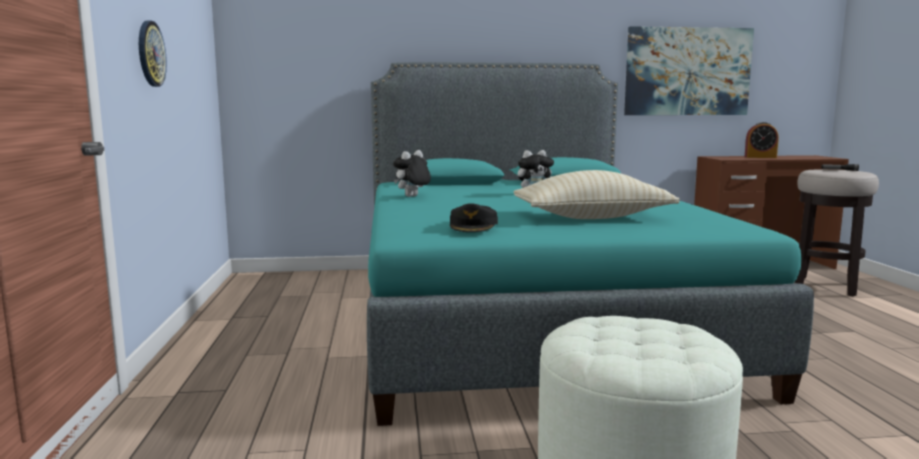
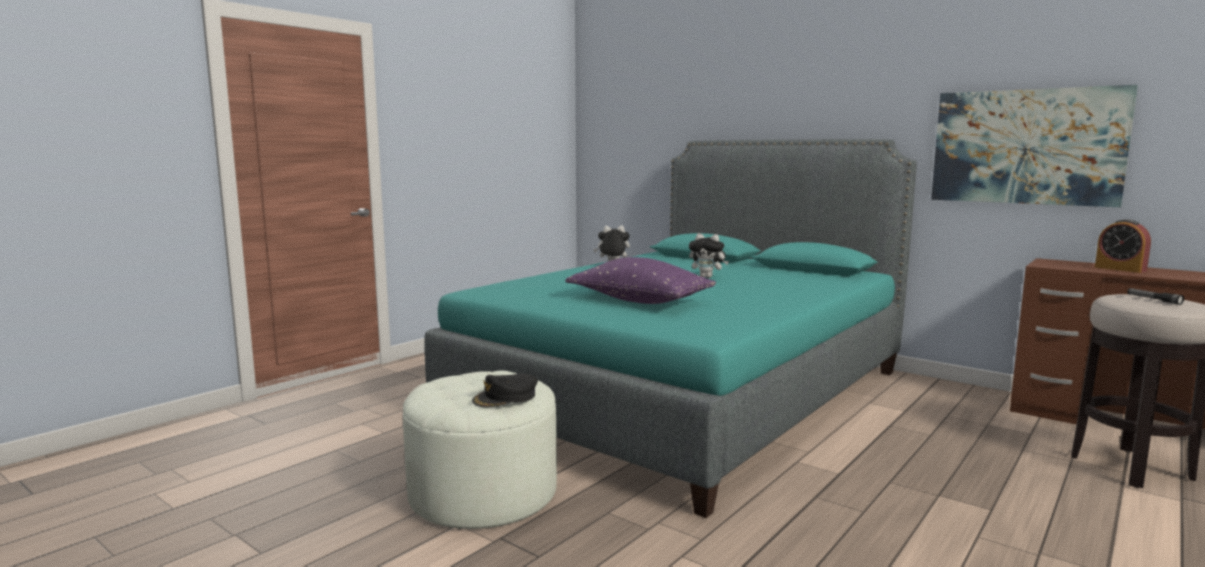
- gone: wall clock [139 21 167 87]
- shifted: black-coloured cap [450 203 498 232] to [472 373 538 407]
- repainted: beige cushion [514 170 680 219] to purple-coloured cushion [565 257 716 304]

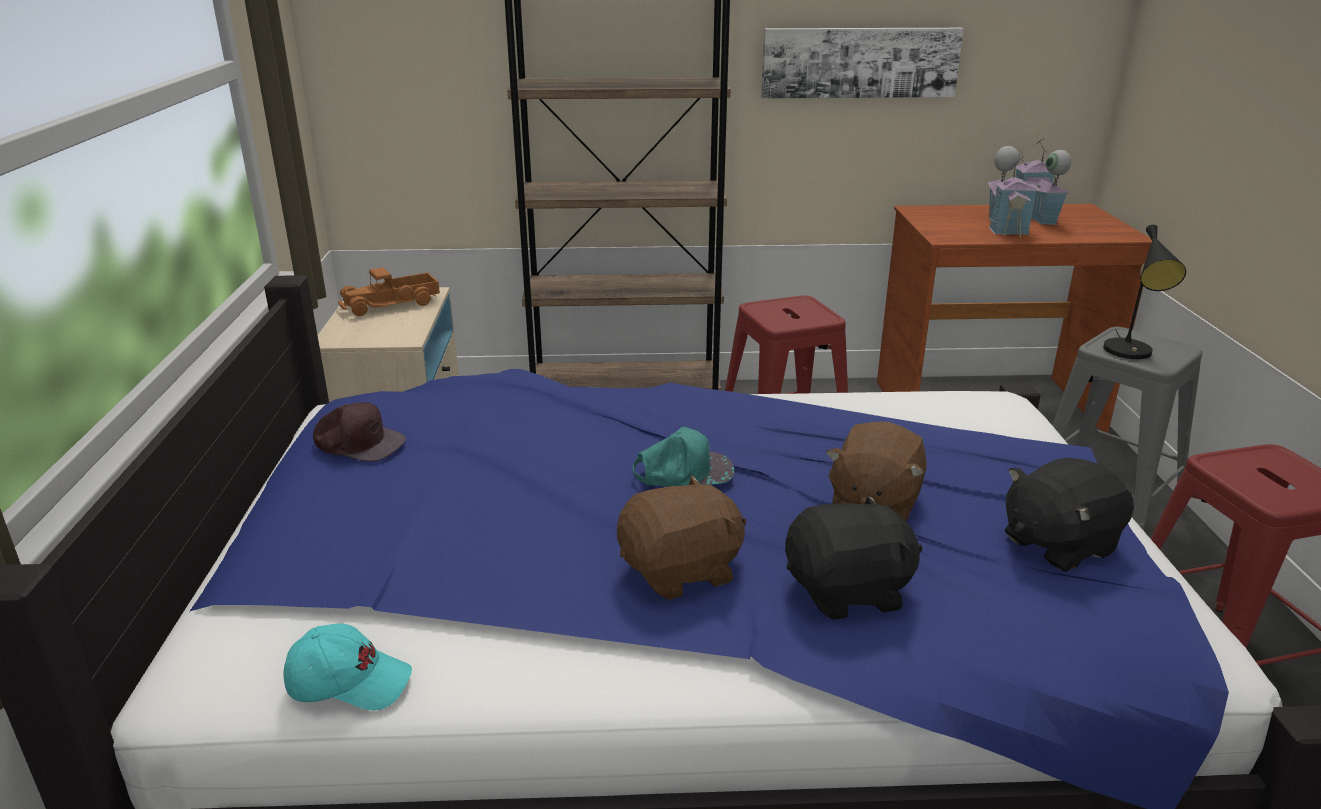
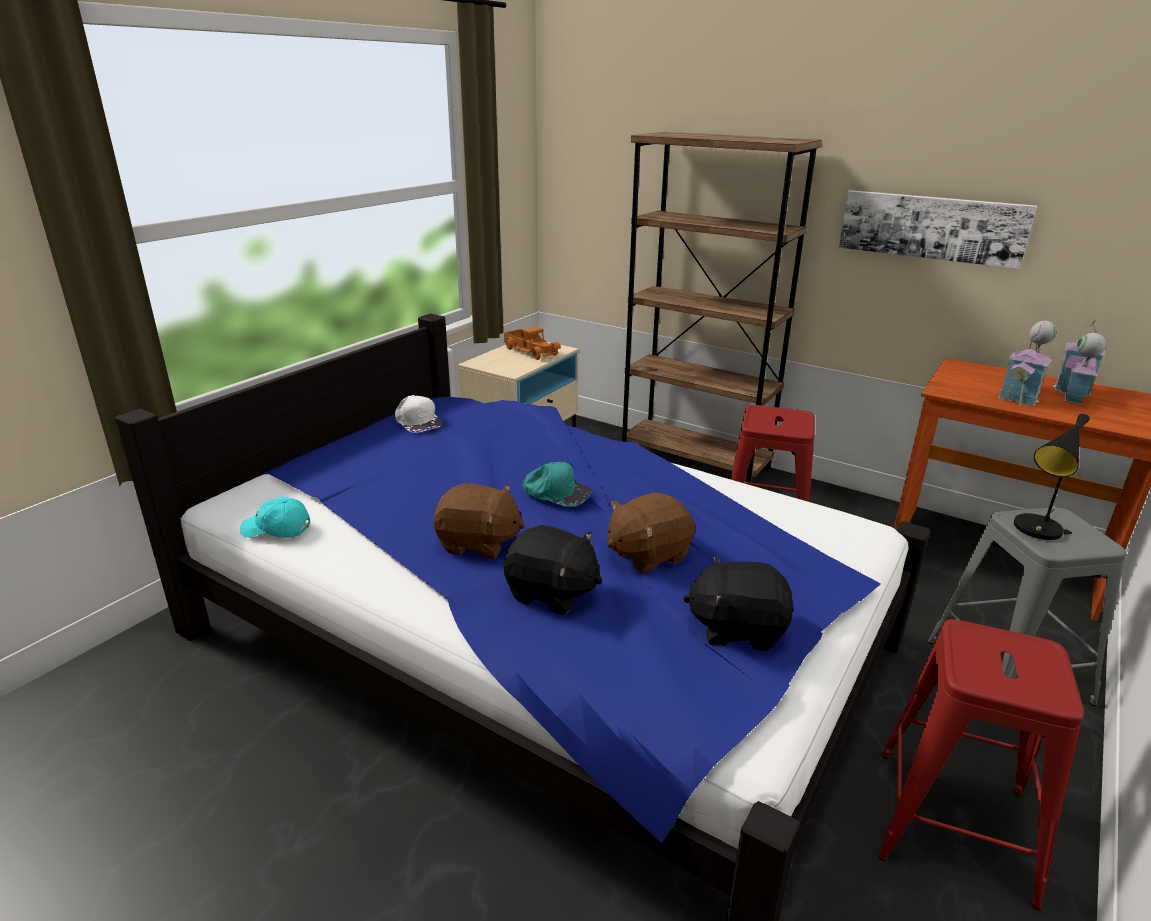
- rotated: turquoise-coloured cap [283 624 412 711] = [240 496 310 538] 150 degrees clockwise
- repainted: brownish cap [313 402 406 462] to white cap [395 395 442 433]
- rotated: toy lorry [338 267 440 316] = [503 327 561 360] 135 degrees counterclockwise

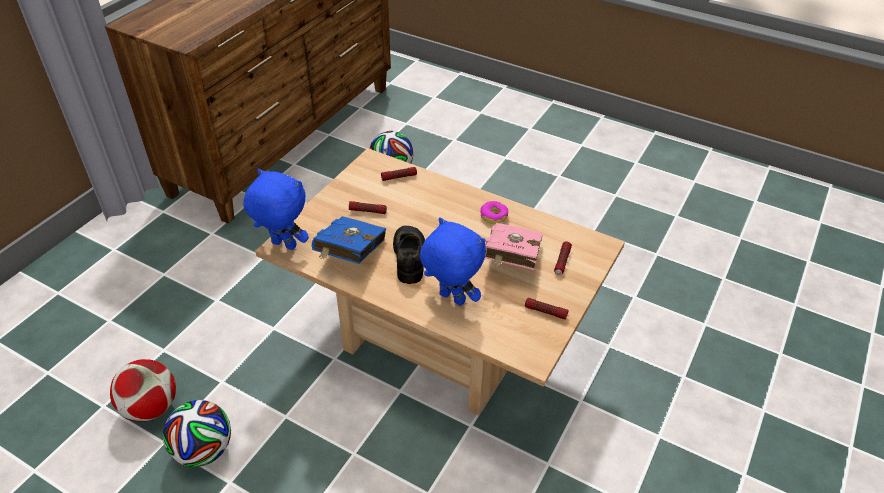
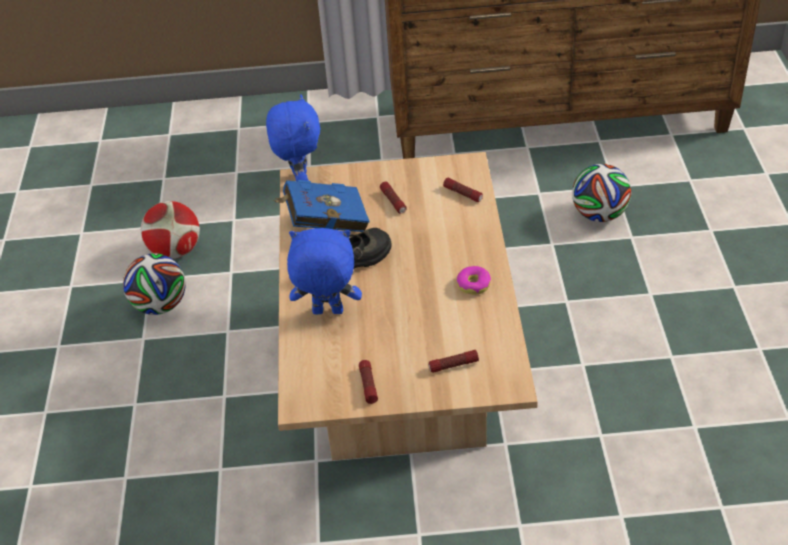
- rotated: bluish cuddly toy [420 217 486 306] = [287 228 362 315] 90 degrees counterclockwise
- gone: pink bound book [485 223 543 270]

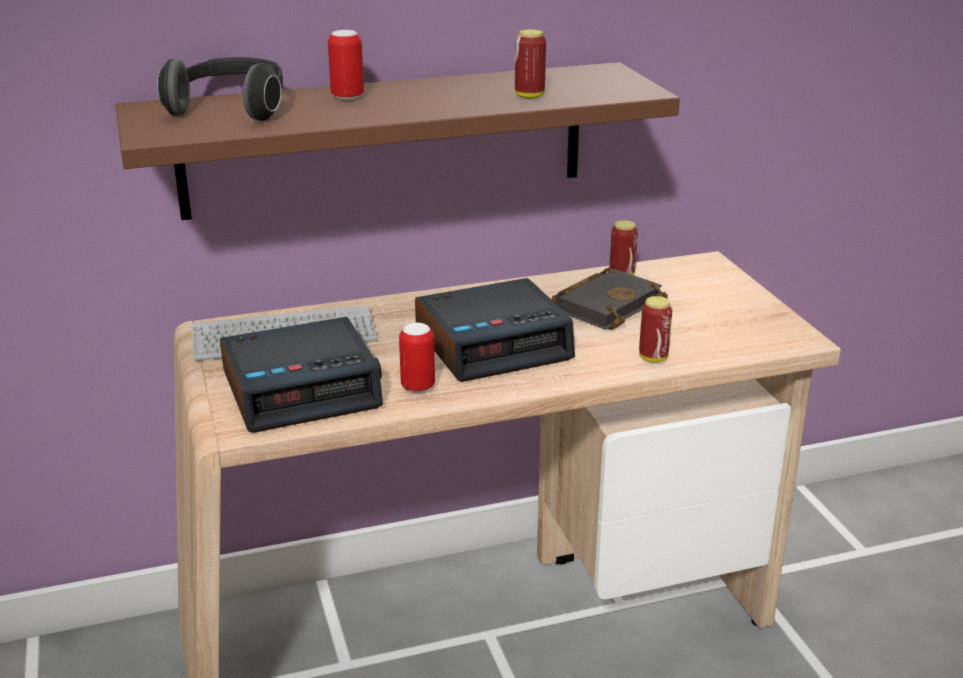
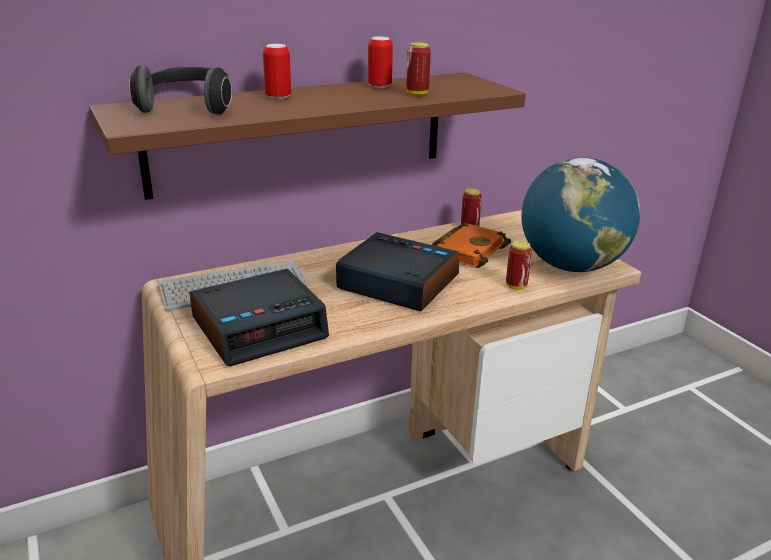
- shifted: can [399 323 435 393] to [368 36 393 88]
- rotated: alarm clock [415 278 575 382] = [336 232 459 311] 120 degrees counterclockwise
- repainted: black-coloured bound book [551 267 668 330] to orangey bound book [432 222 511 268]
- new: world globe [521 157 640 272]

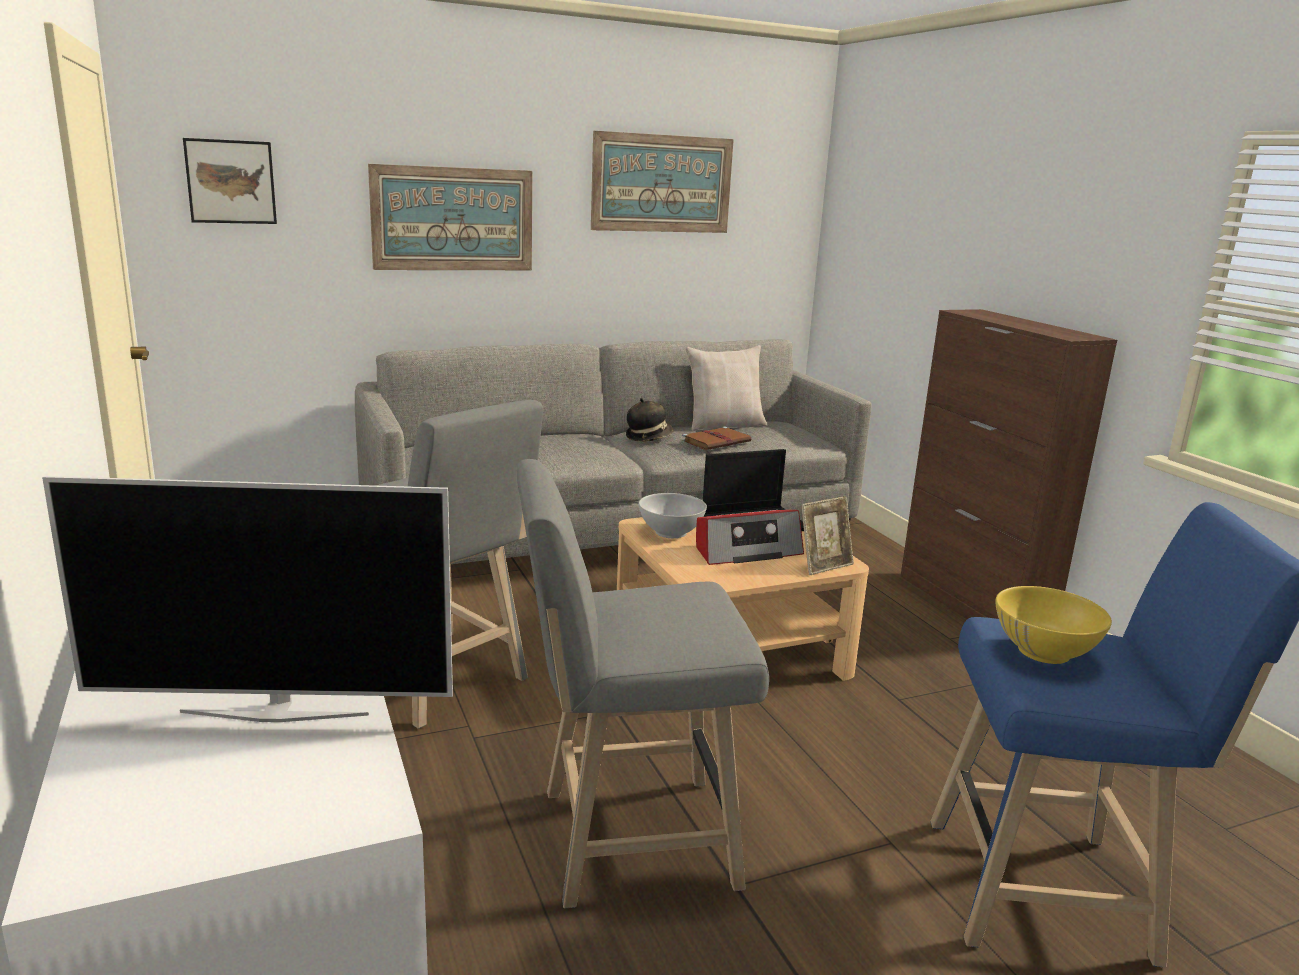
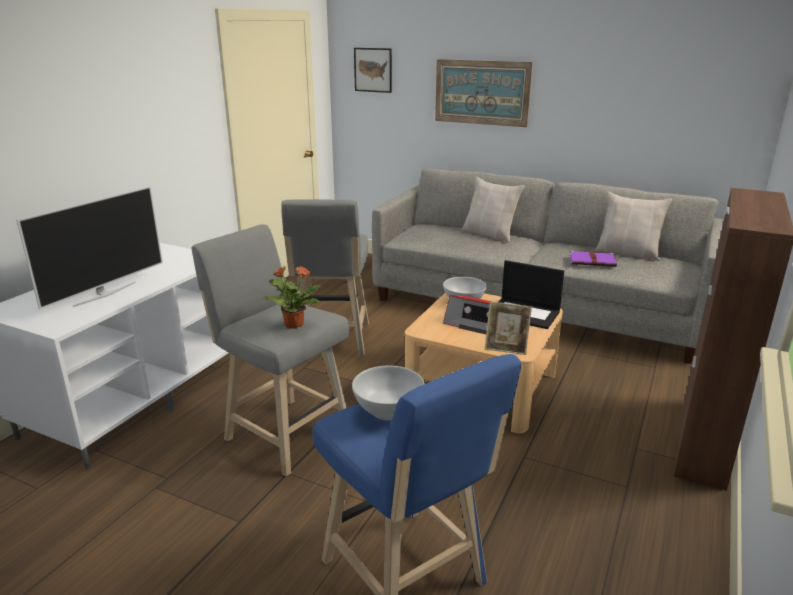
- rotated: TV set [42 476 453 722] = [16 186 163 309] 105 degrees counterclockwise
- gone: wall picture [591 131 734 233]
- gone: hat [626 398 674 442]
- repainted: brownish bound book [682 427 751 450] to purple-coloured bound book [570 251 617 267]
- repainted: yellow-coloured bowl [996 586 1112 664] to white bowl [352 366 425 420]
- new: potted plant [263 266 321 329]
- new: beige cushion [462 177 525 242]

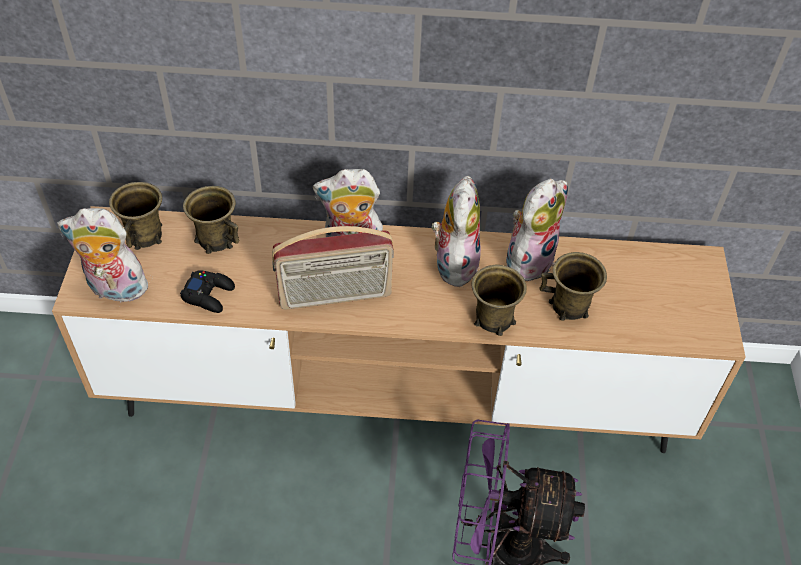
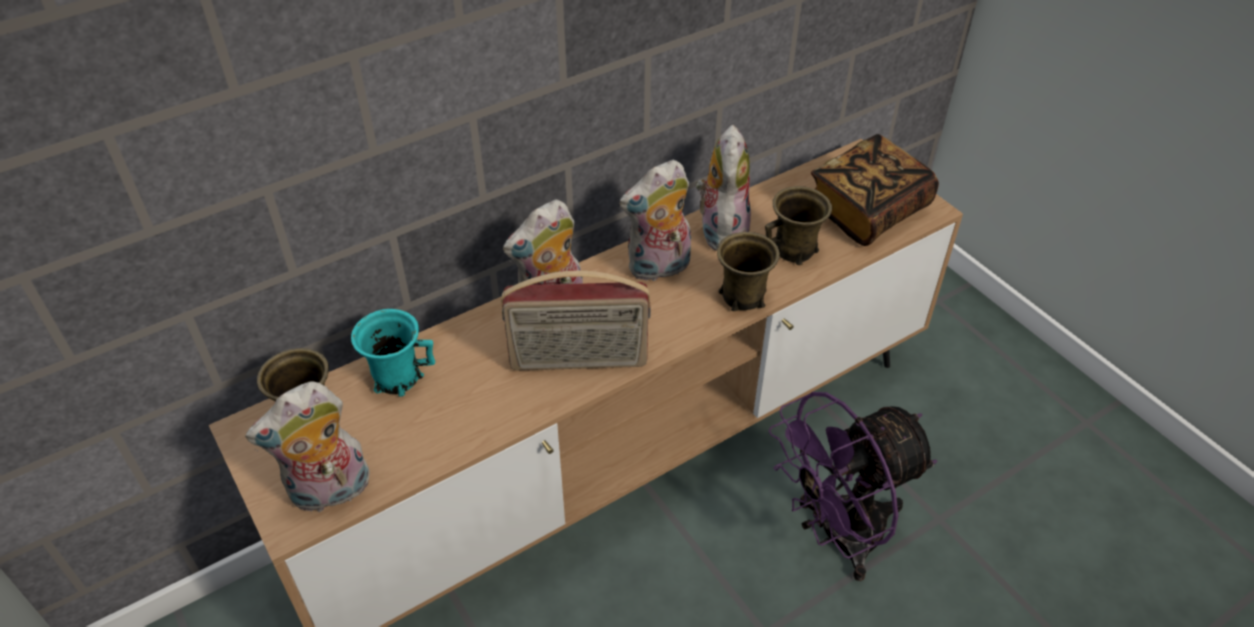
- gone: black-coloured joypad [180 270 235 313]
- repainted: brownish tea mug [183 186 239 254] to turquoise-coloured tea mug [351 309 435 397]
- rotated: radio [272 226 394 310] = [501 271 651 370] 45 degrees clockwise
- rotated: cuddly toy [432 176 481 287] = [619 160 691 282] 90 degrees counterclockwise
- new: bound book [811 134 939 246]

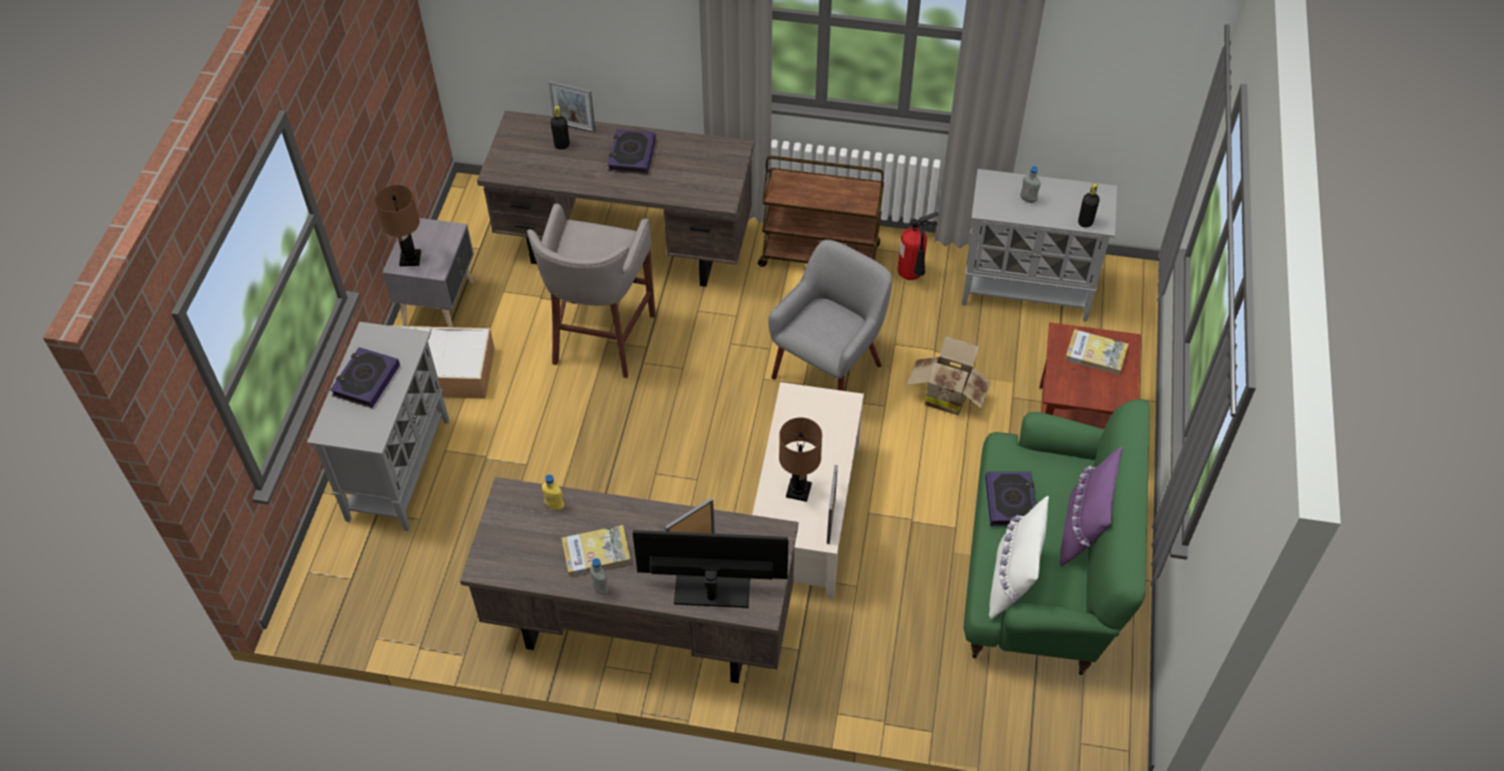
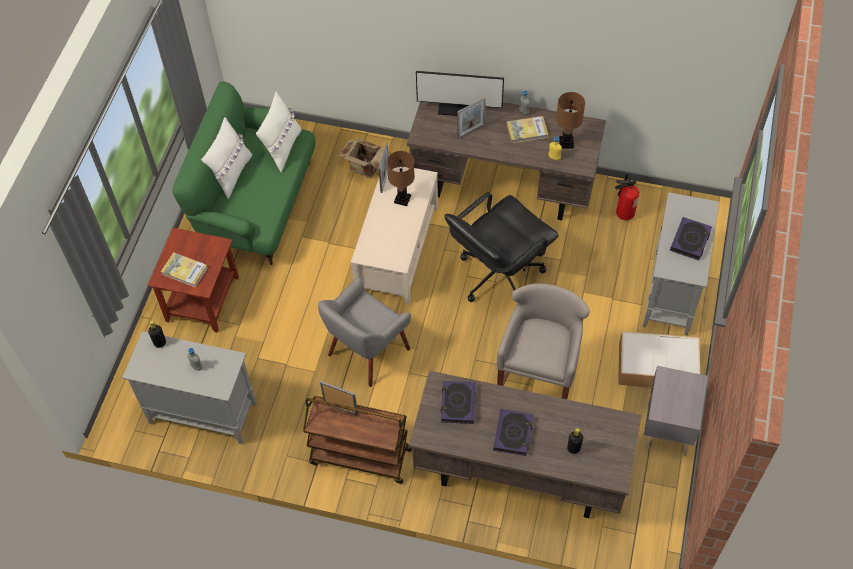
- shifted: brownish tabletop lamp [375 185 421 266] to [556 92 585 149]
- shifted: standing frame [548 81 596 133] to [320 381 358 415]
- shifted: fire extinguisher [897 212 939 280] to [615 174 639 220]
- shifted: cardboard box [906 336 991 415] to [338 139 390 178]
- shifted: bound book [985 472 1035 526] to [441 381 476 424]
- repainted: purple-coloured cushion [1060 447 1122 567] to white cushion [201 117 252 199]
- new: black-coloured computer chair [445 192 559 302]

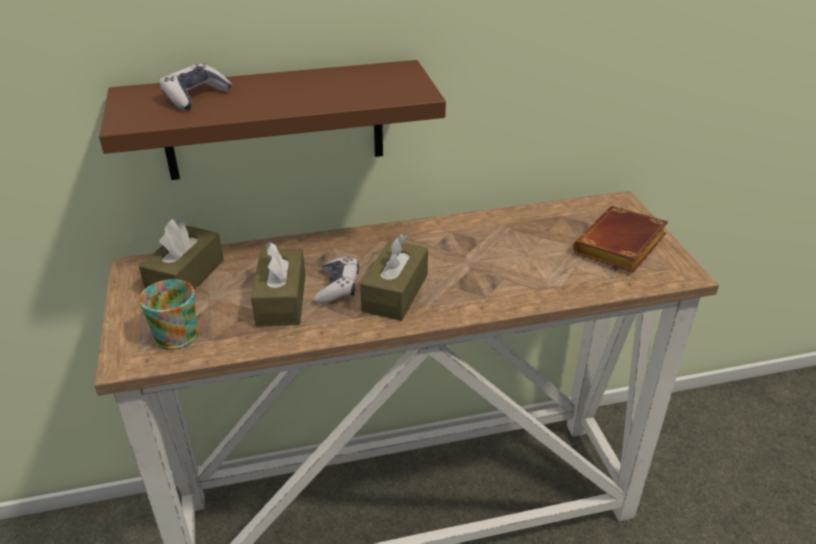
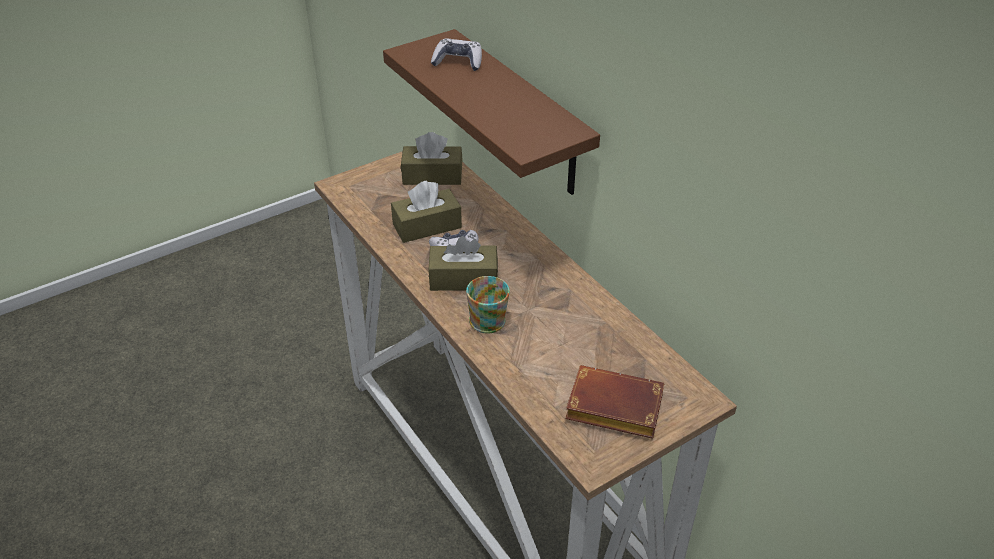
- shifted: tea mug [139 279 198 350] to [466 276 510 333]

